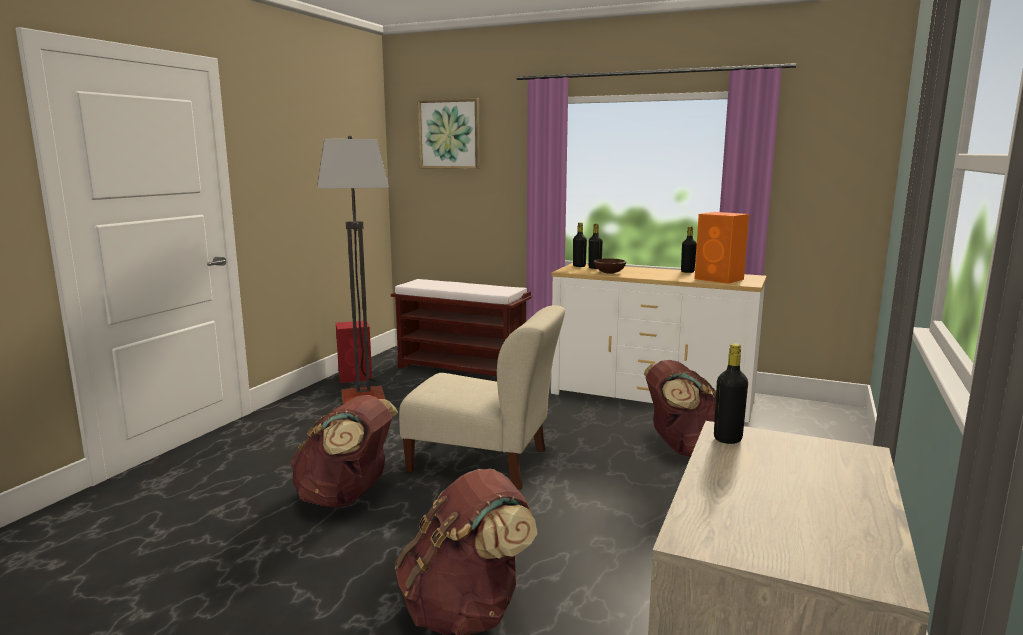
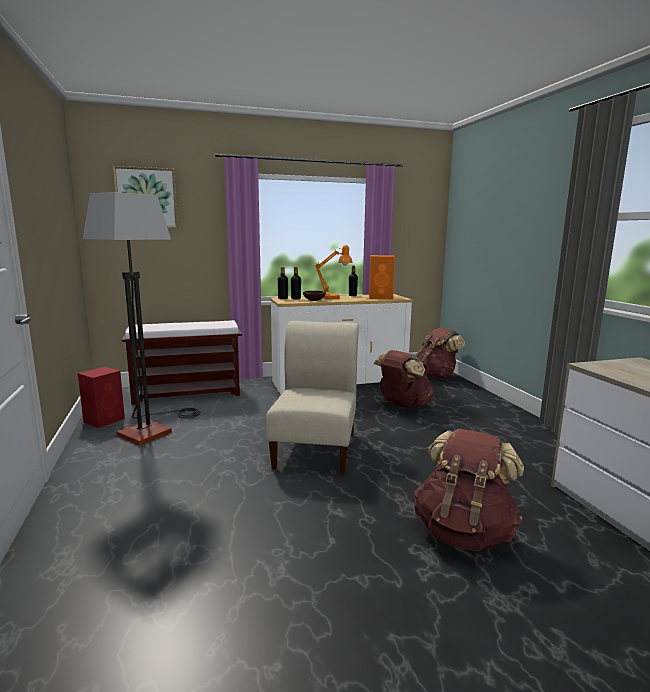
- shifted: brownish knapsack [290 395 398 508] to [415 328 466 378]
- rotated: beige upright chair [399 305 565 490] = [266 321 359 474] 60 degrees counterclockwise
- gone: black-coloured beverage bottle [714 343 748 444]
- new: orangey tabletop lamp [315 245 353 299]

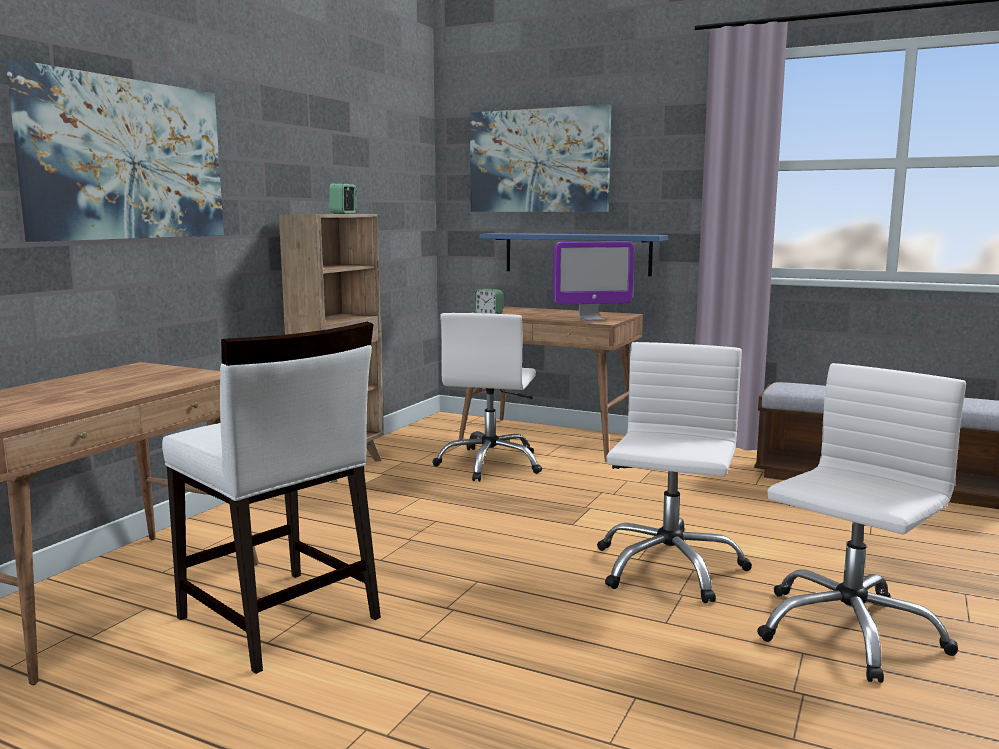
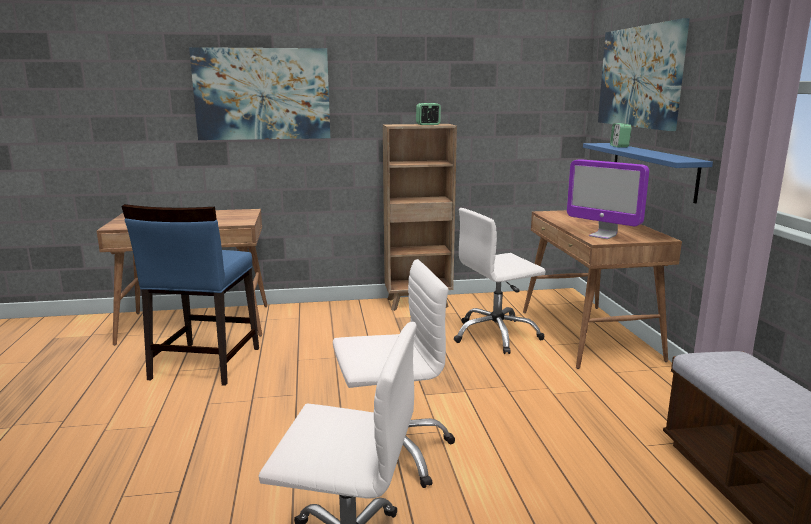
- repainted: white upright chair [162 322 381 674] to bluish upright chair [121 204 259 386]
- shifted: alarm clock [474 289 503 314] to [610 123 632 148]

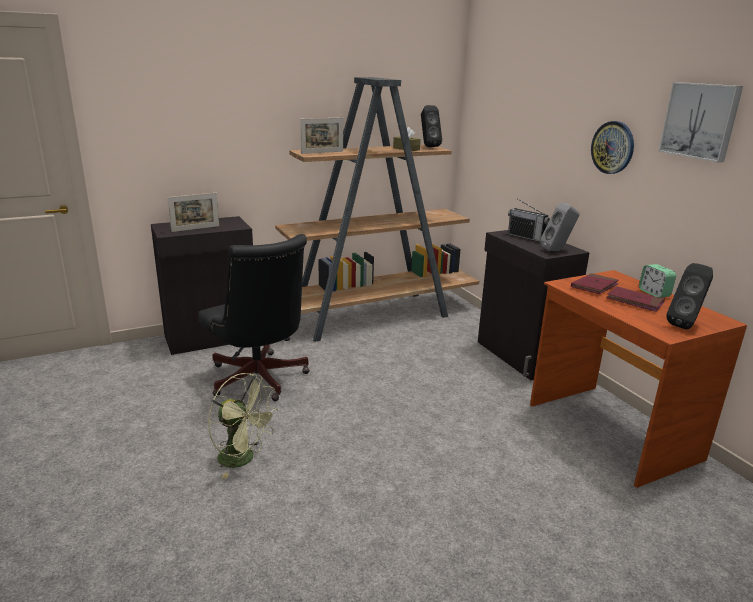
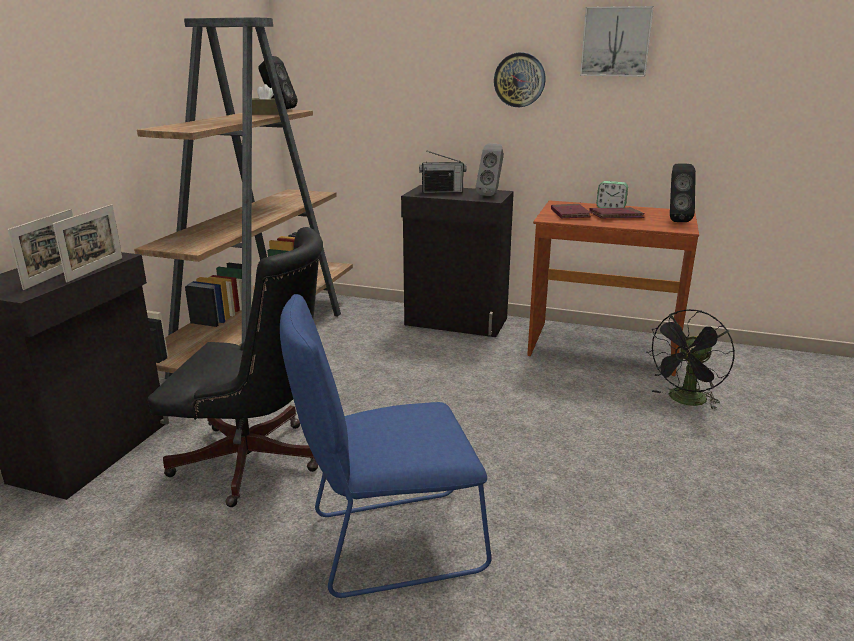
- swapped: greenish fan [208 373 278 479] to bluish upright chair [280 294 491 598]
- shifted: standing frame [300 117 343 154] to [53 204 122 283]
- new: black-coloured fan [647 309 734 410]

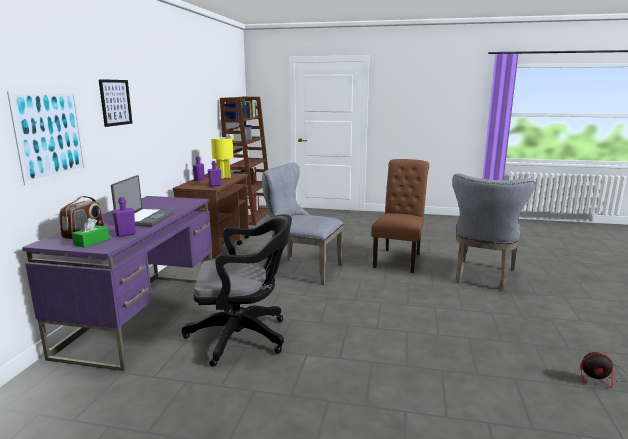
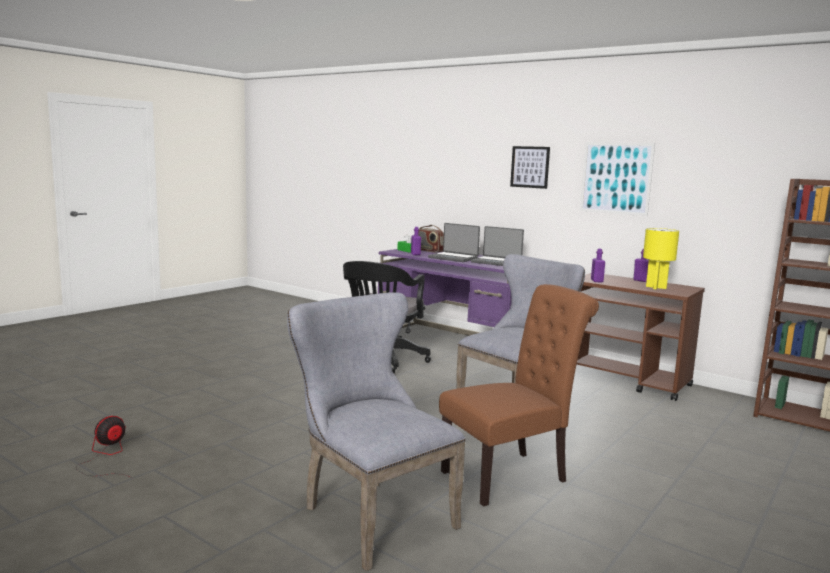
- shifted: wall picture [7 91 86 186] to [580 142 655 216]
- rotated: brownish upright chair [371 159 429 273] = [439 284 599 507] 75 degrees counterclockwise
- new: laptop [471 226 524 266]

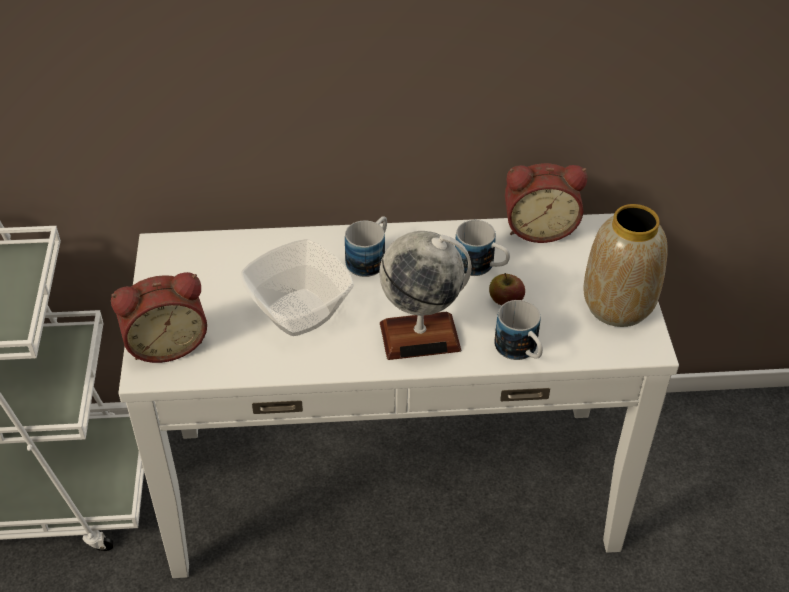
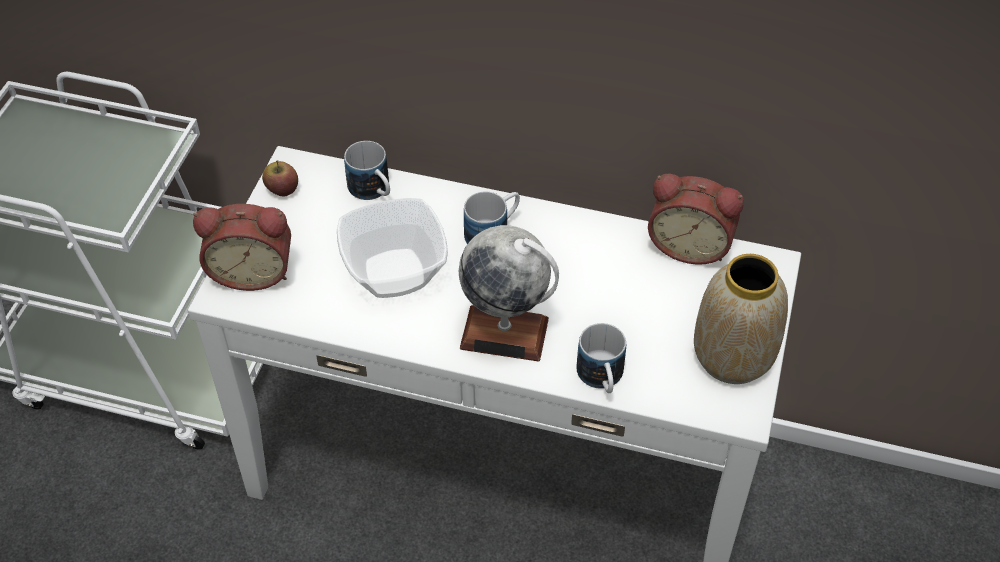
- shifted: tea mug [455 220 510 276] to [344 141 390 200]
- shifted: apple fruit [489 273 525 305] to [262 160 298 196]

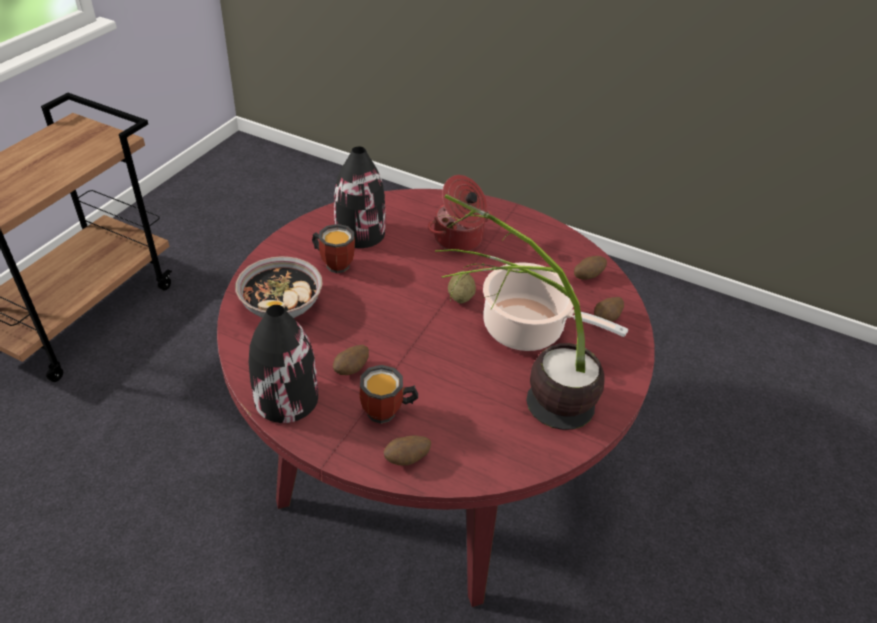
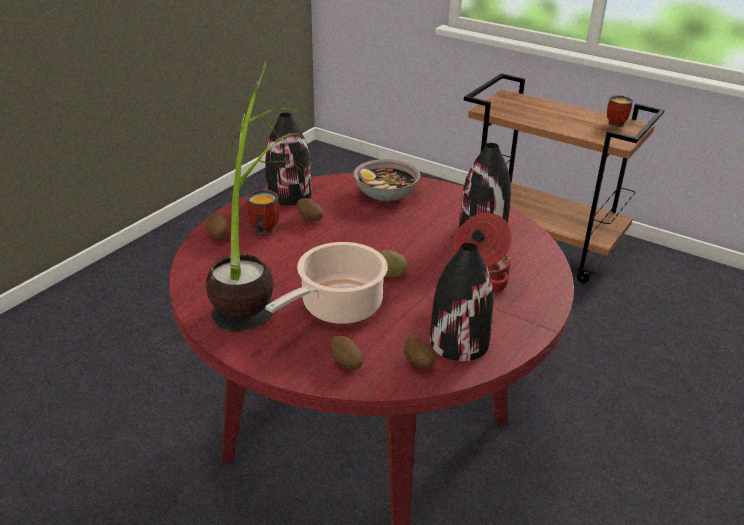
- shifted: tea mug [312 224 355 273] to [607 95 633 127]
- new: black-coloured flower vase [430 243 494 361]

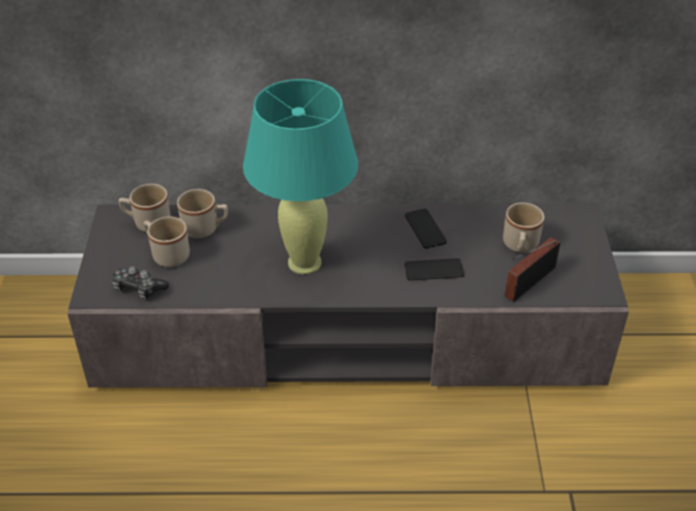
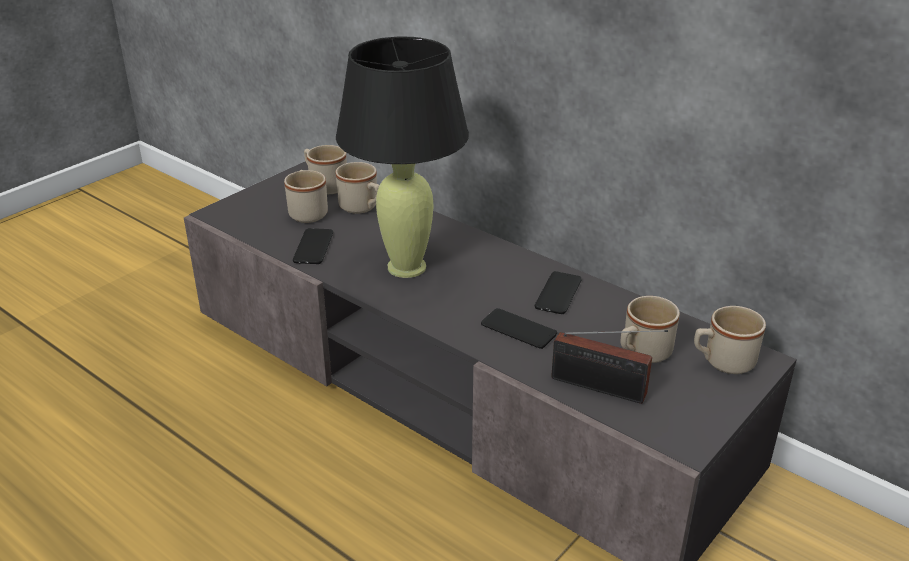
- gone: joypad [113 266 169 300]
- repainted: turquoise-coloured tabletop lamp [243 79 358 274] to black-coloured tabletop lamp [336 36 469 278]
- rotated: radio [505 237 561 302] = [551 330 668 404] 150 degrees counterclockwise
- new: telephone [293 228 333 264]
- new: beige tea mug [694 306 766 374]

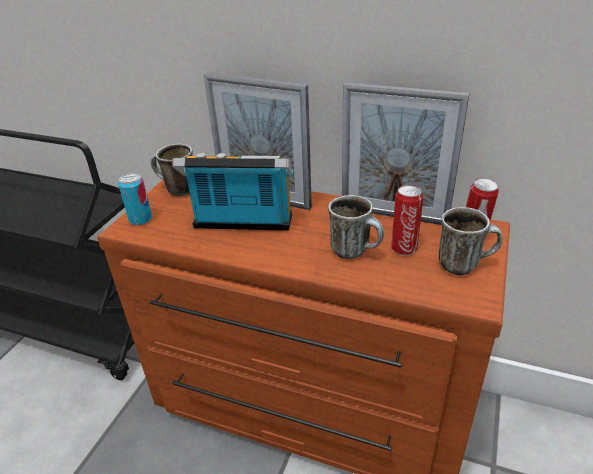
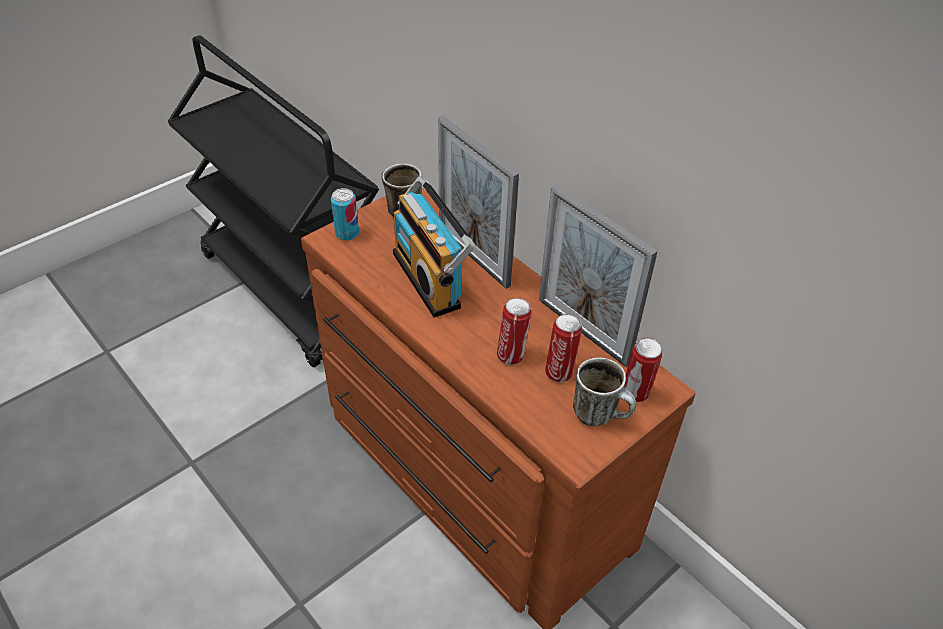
- rotated: radio [172 153 294 231] = [393 176 475 318] 150 degrees counterclockwise
- swapped: tea mug [328 195 384 259] to can [497 298 532 365]

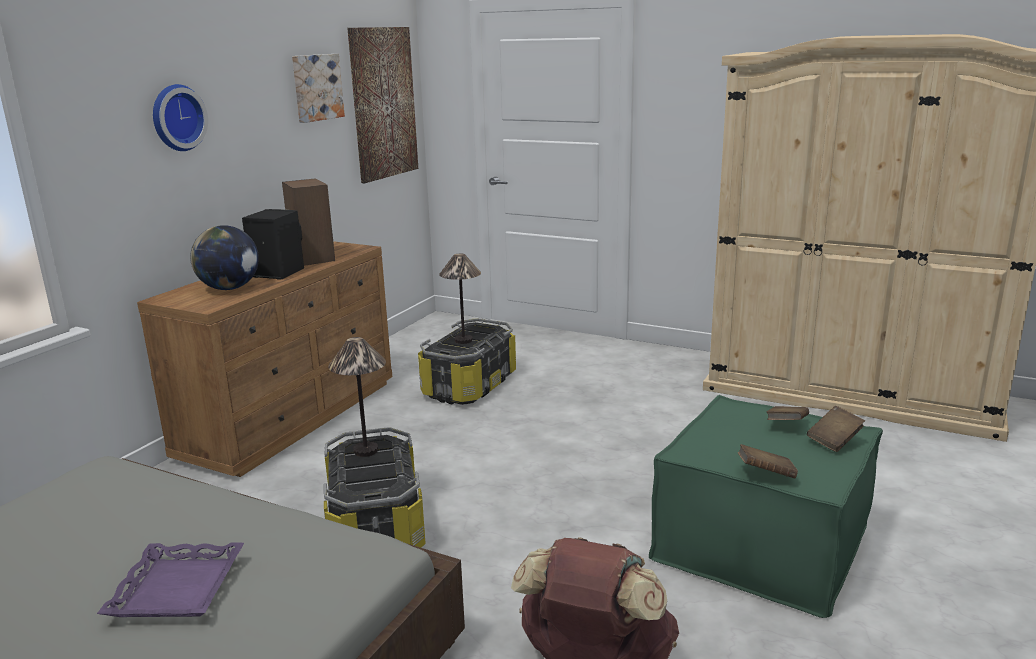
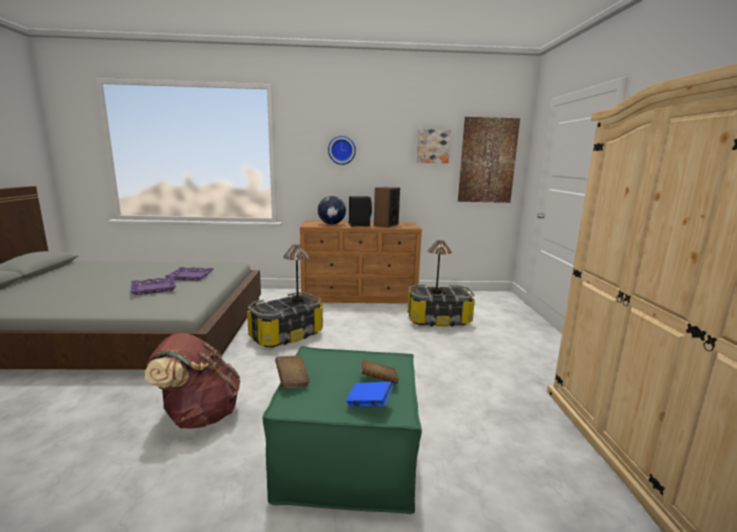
- repainted: brownish bound book [807 406 865 452] to bluish bound book [346 381 393 406]
- new: purple-coloured serving tray [165 267 214 281]

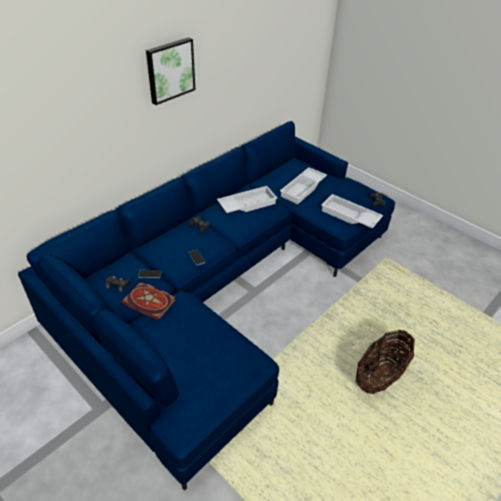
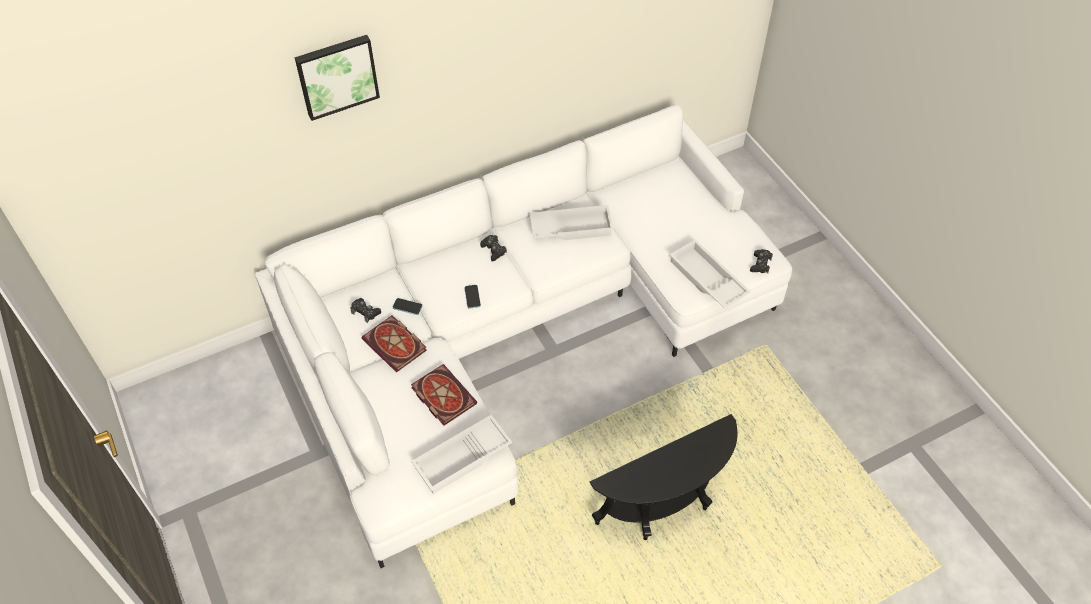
- repainted: bluish couch [18 121 395 491] to white couch [255 105 792 568]
- shifted: wall picture [146 37 195 105] to [295 35 380 121]
- shifted: white serving tray [280 167 327 204] to [411 415 512 494]
- swapped: household basket [355 330 415 394] to black-coloured end table [589 414 738 540]
- new: bound book [411 364 477 426]

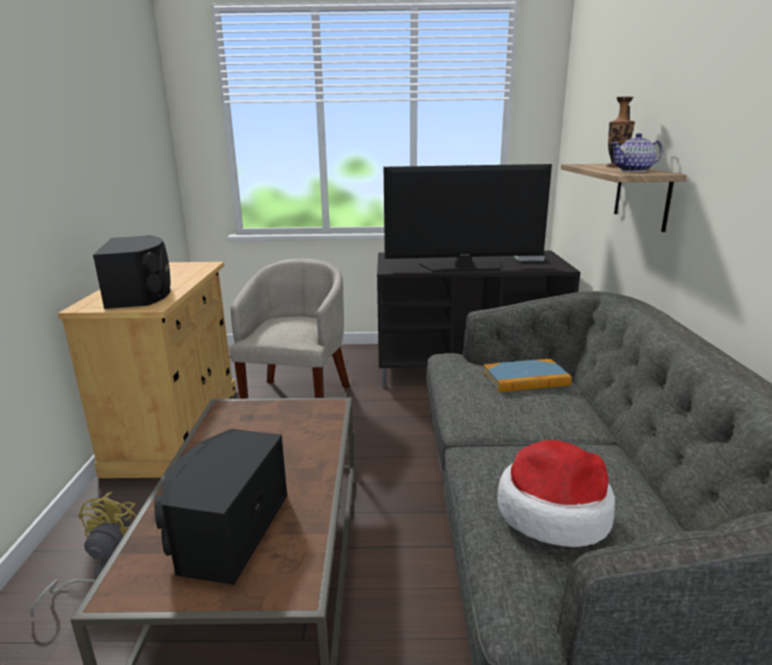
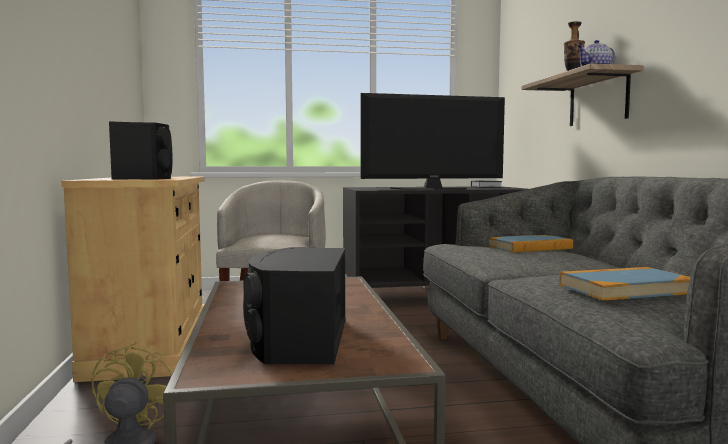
- swapped: hat [497 440 615 547] to bound book [559 267 690 300]

